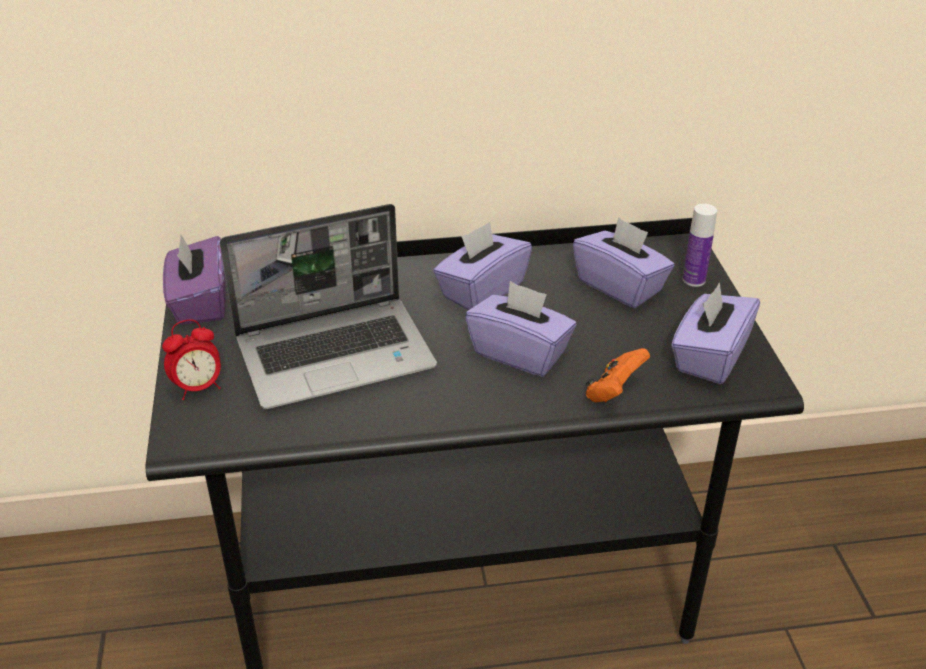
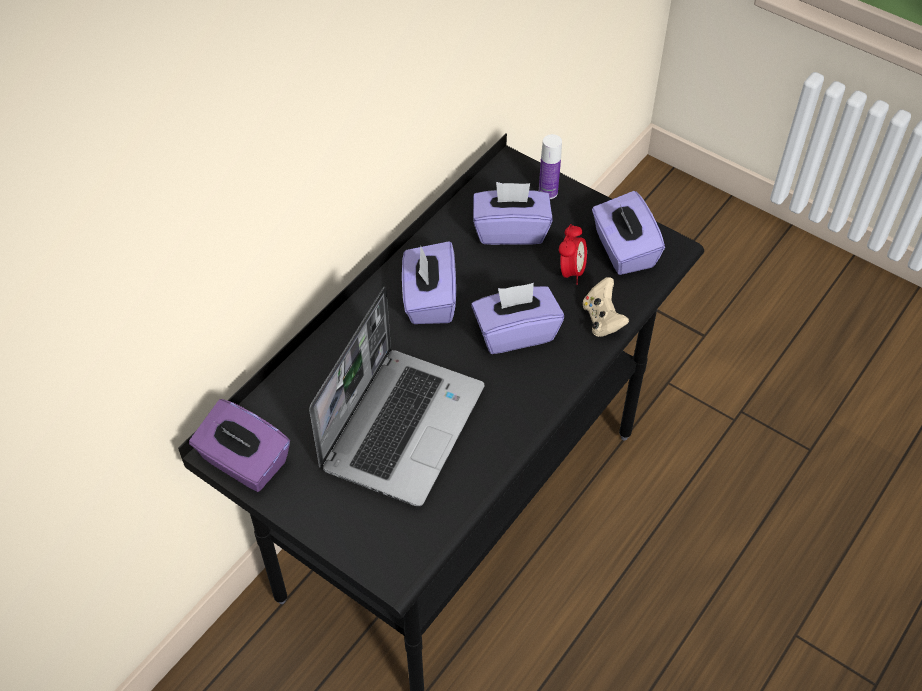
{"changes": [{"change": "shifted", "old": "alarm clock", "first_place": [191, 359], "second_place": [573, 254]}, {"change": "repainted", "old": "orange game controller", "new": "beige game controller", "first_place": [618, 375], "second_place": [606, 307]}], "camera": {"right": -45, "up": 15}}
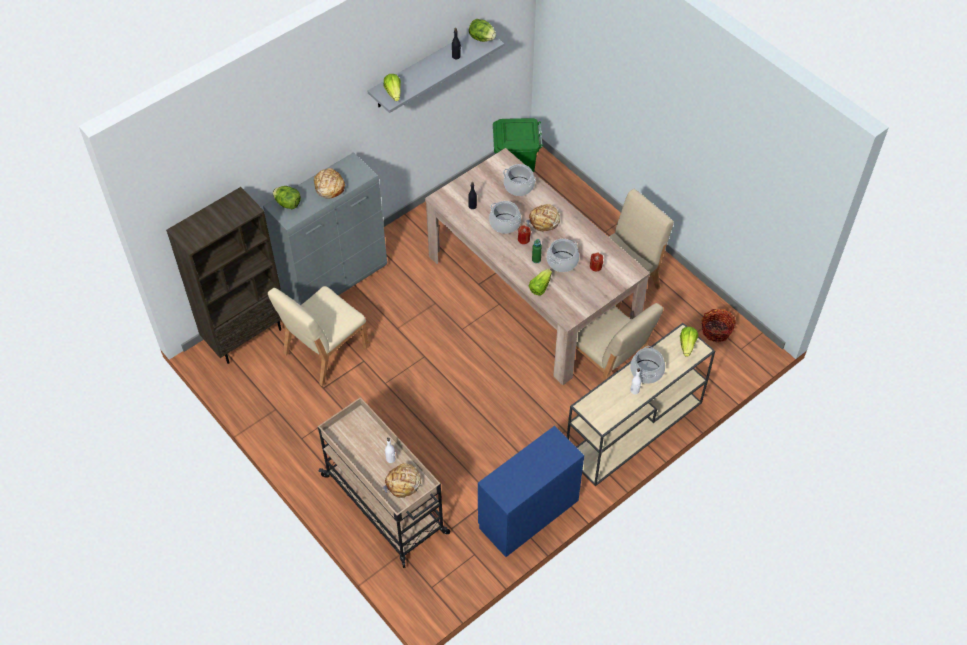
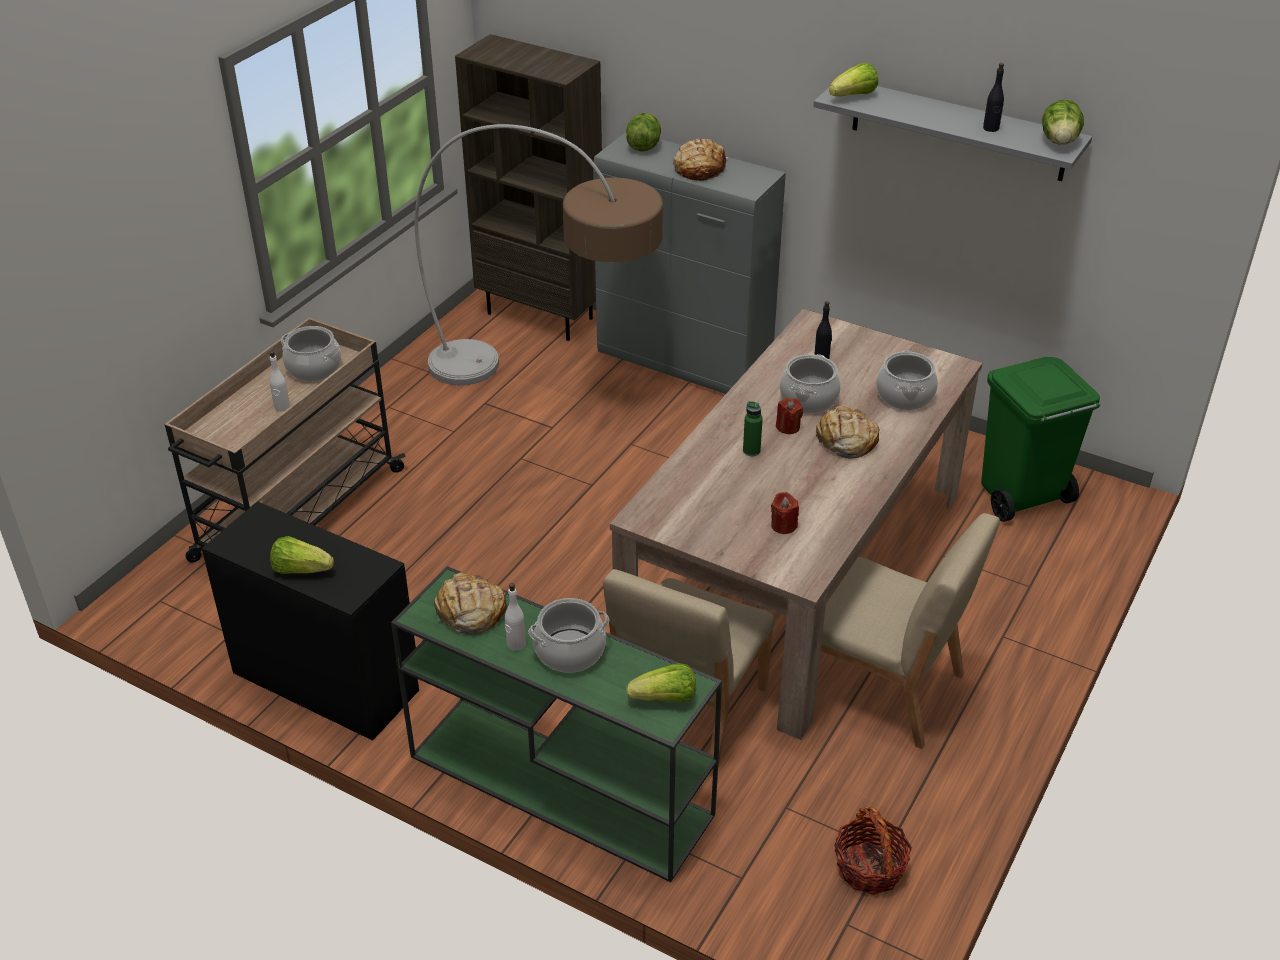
{"changes": [{"change": "swapped", "old": "beige chair", "new": "floor lamp", "first_place": [318, 336], "second_place": [539, 254]}, {"change": "shifted", "old": "bread", "first_place": [401, 481], "second_place": [470, 603]}, {"change": "repainted", "old": "blue dresser", "new": "black dresser", "first_place": [531, 491], "second_place": [310, 621]}, {"change": "shifted", "old": "lettuce", "first_place": [540, 282], "second_place": [302, 555]}, {"change": "shifted", "old": "cooking pot", "first_place": [563, 255], "second_place": [311, 354]}, {"change": "repainted", "old": "beige console table", "new": "green console table", "first_place": [641, 404], "second_place": [556, 724]}], "camera": {"right": 70, "up": -15}}
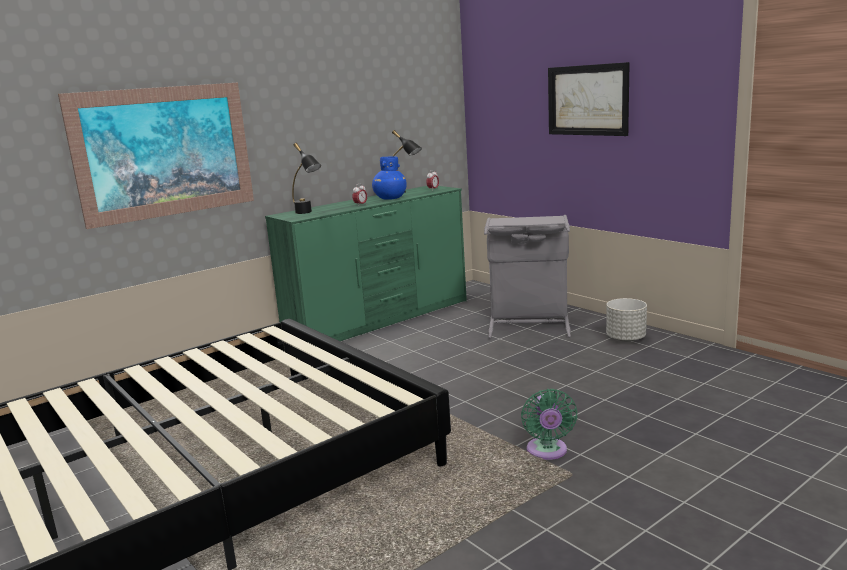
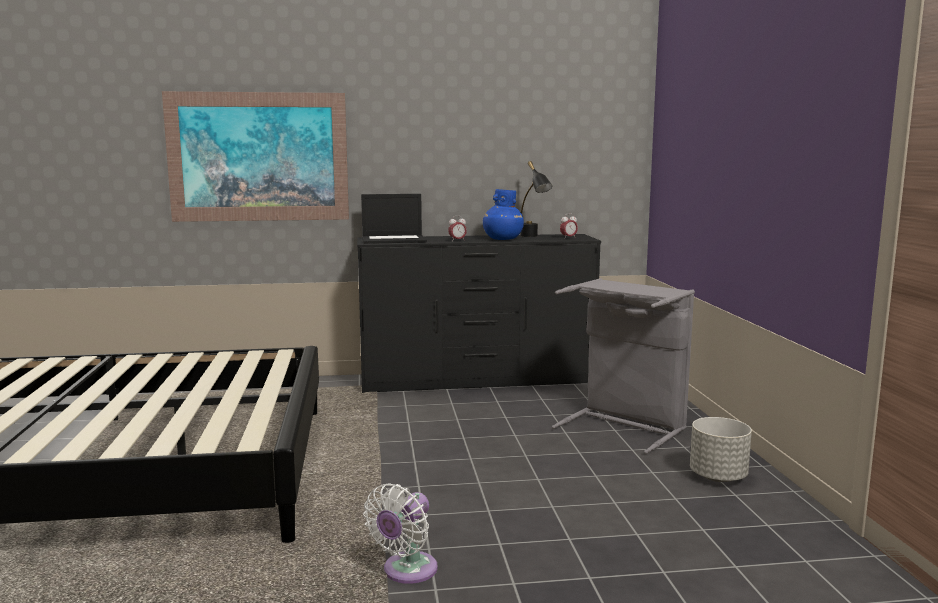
{"changes": [{"change": "repainted", "old": "green dresser", "new": "black dresser", "first_place": [366, 263], "second_place": [479, 313]}, {"change": "swapped", "old": "black table lamp", "new": "laptop", "first_place": [306, 178], "second_place": [394, 219]}, {"change": "repainted", "old": "green fan", "new": "white fan", "first_place": [549, 424], "second_place": [400, 533]}, {"change": "gone", "old": "picture", "first_place": [589, 99]}], "camera": {"right": 30, "up": -5}}
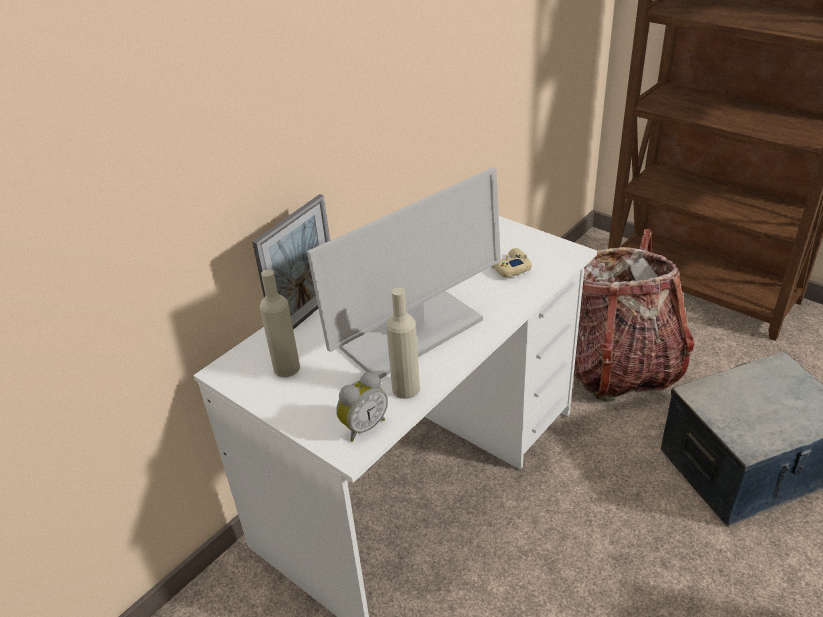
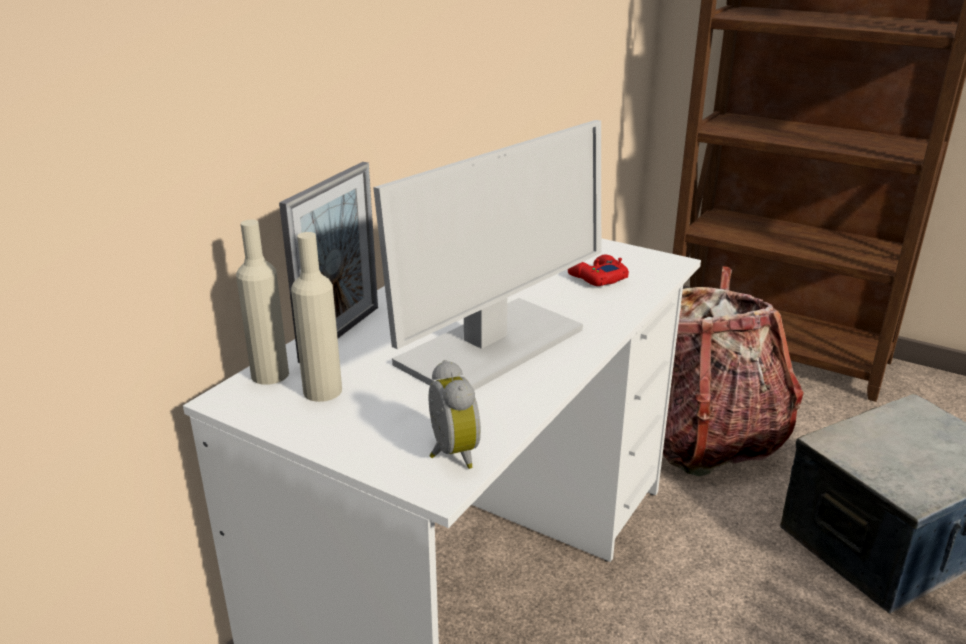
{"changes": [{"change": "rotated", "old": "alarm clock", "first_place": [362, 407], "second_place": [454, 414], "degrees": -60}, {"change": "shifted", "old": "beige bottle", "first_place": [403, 343], "second_place": [262, 302]}, {"change": "repainted", "old": "beige game controller", "new": "red game controller", "first_place": [511, 262], "second_place": [598, 270]}], "camera": {"right": -10, "up": -10}}
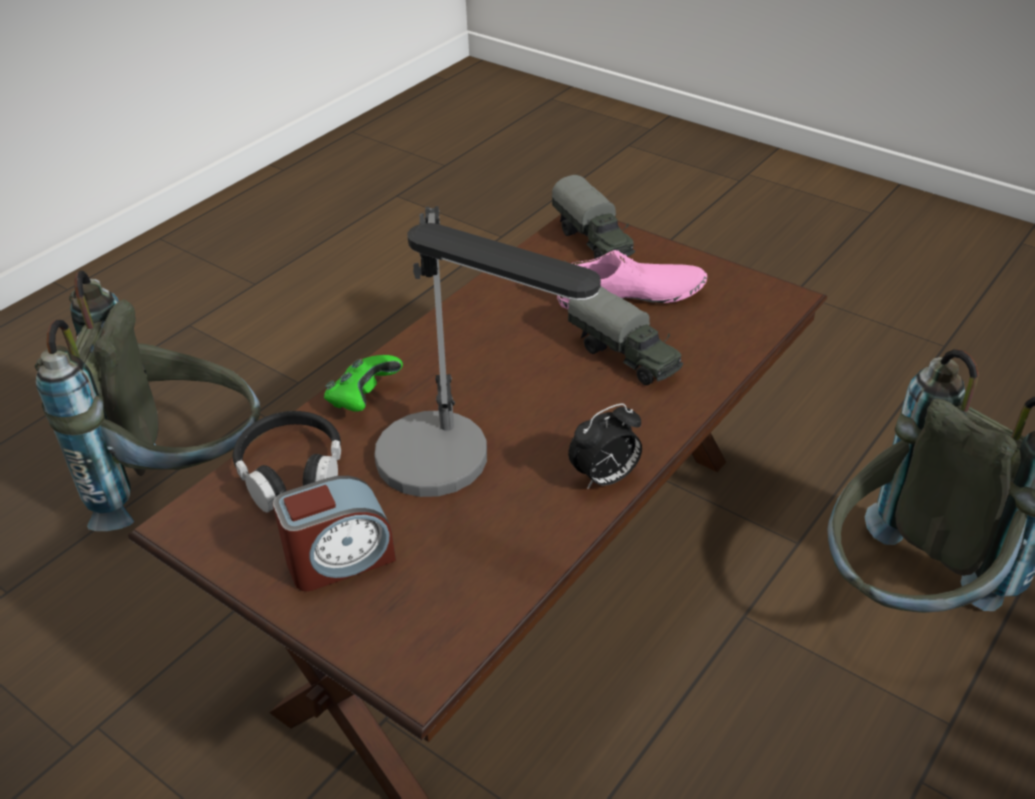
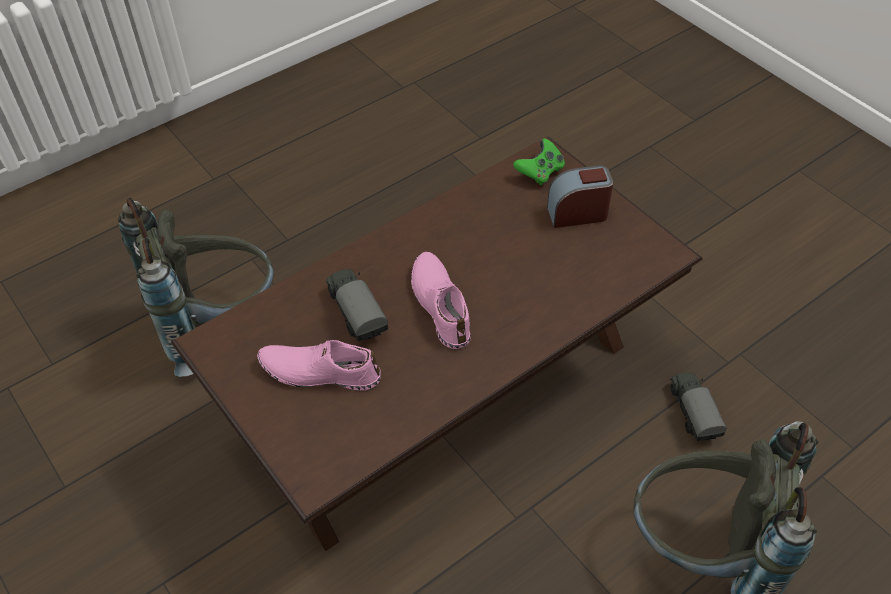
{"changes": [{"change": "gone", "old": "black headphones", "first_place": [287, 461]}, {"change": "shifted", "old": "green game controller", "first_place": [363, 383], "second_place": [539, 161]}, {"change": "gone", "old": "table lamp", "first_place": [487, 351]}, {"change": "shifted", "old": "toy truck", "first_place": [593, 217], "second_place": [698, 406]}, {"change": "gone", "old": "alarm clock", "first_place": [605, 446]}, {"change": "new", "new": "pink shoe", "second_place": [441, 300]}], "camera": {"right": -165, "up": 10}}
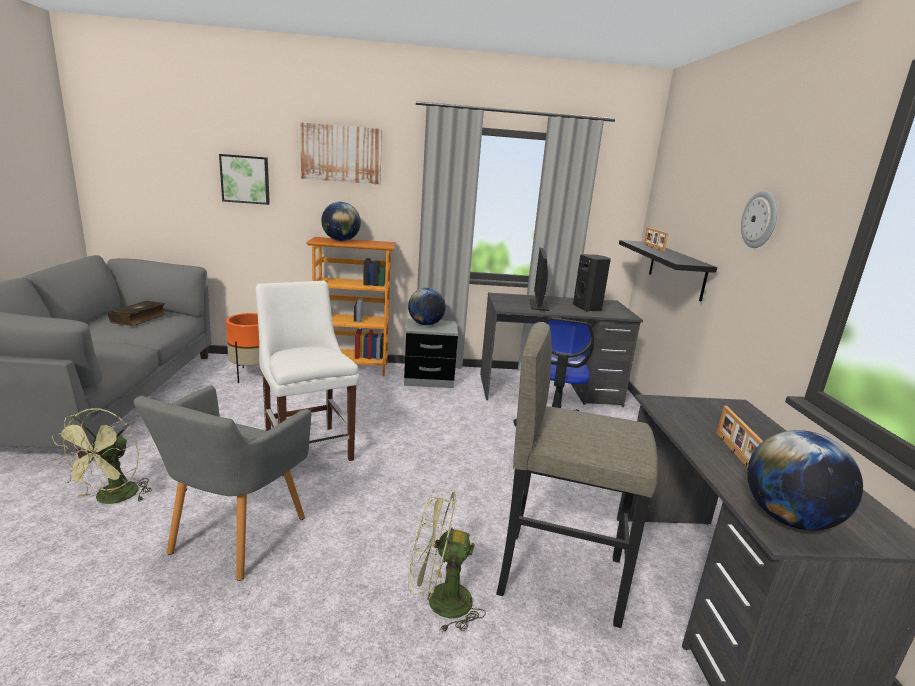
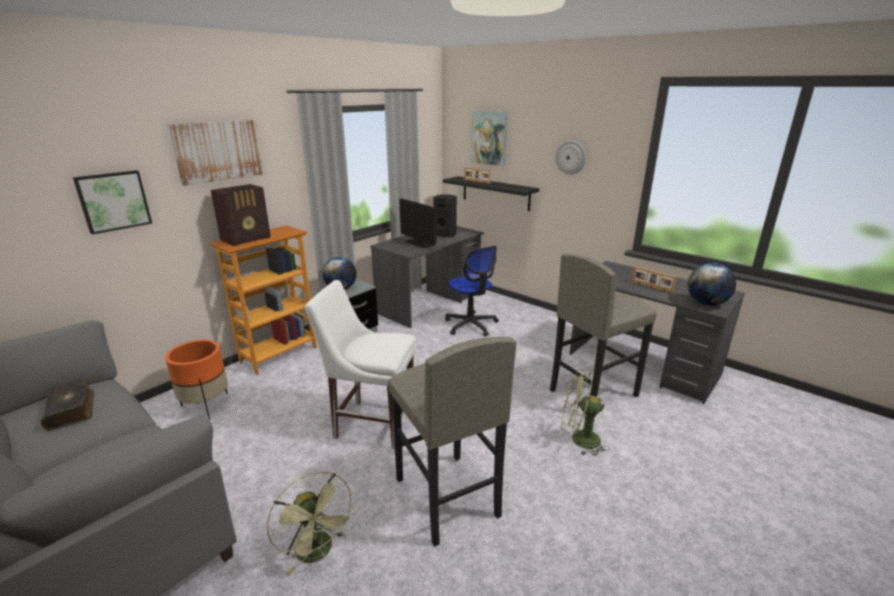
{"changes": [{"change": "swapped", "old": "grey armchair", "new": "grey stool", "first_place": [222, 483], "second_place": [452, 442]}, {"change": "swapped", "old": "globe", "new": "radio", "first_place": [341, 221], "second_place": [241, 215]}, {"change": "rotated", "old": "green fan", "first_place": [447, 560], "second_place": [585, 412], "degrees": 60}, {"change": "new", "new": "picture", "second_place": [489, 138]}], "camera": {"right": -45, "up": 5}}
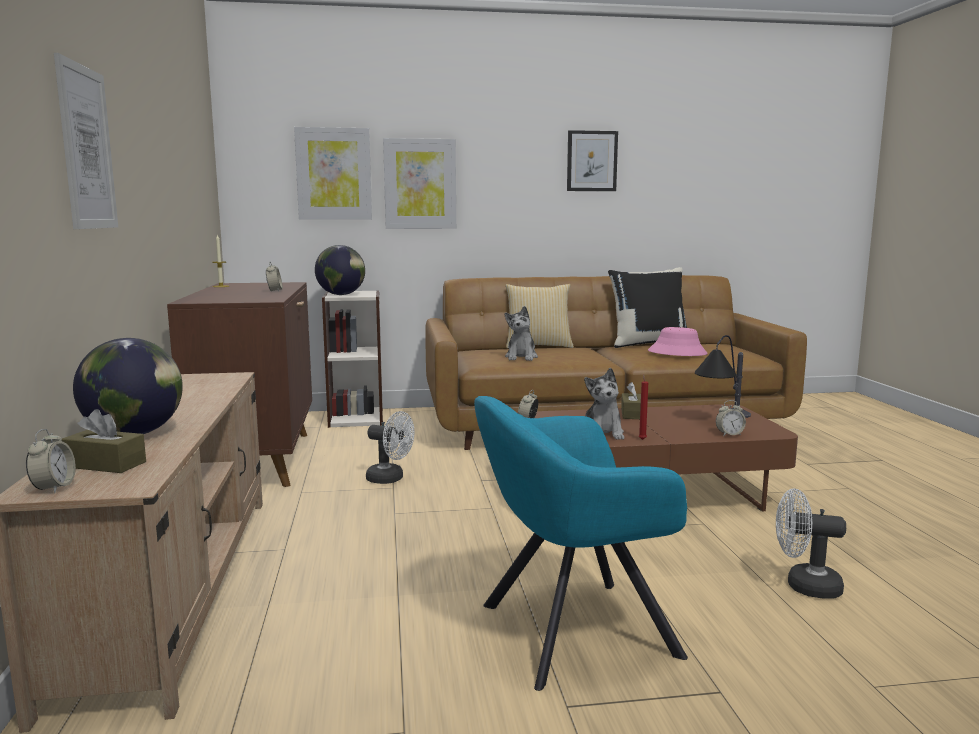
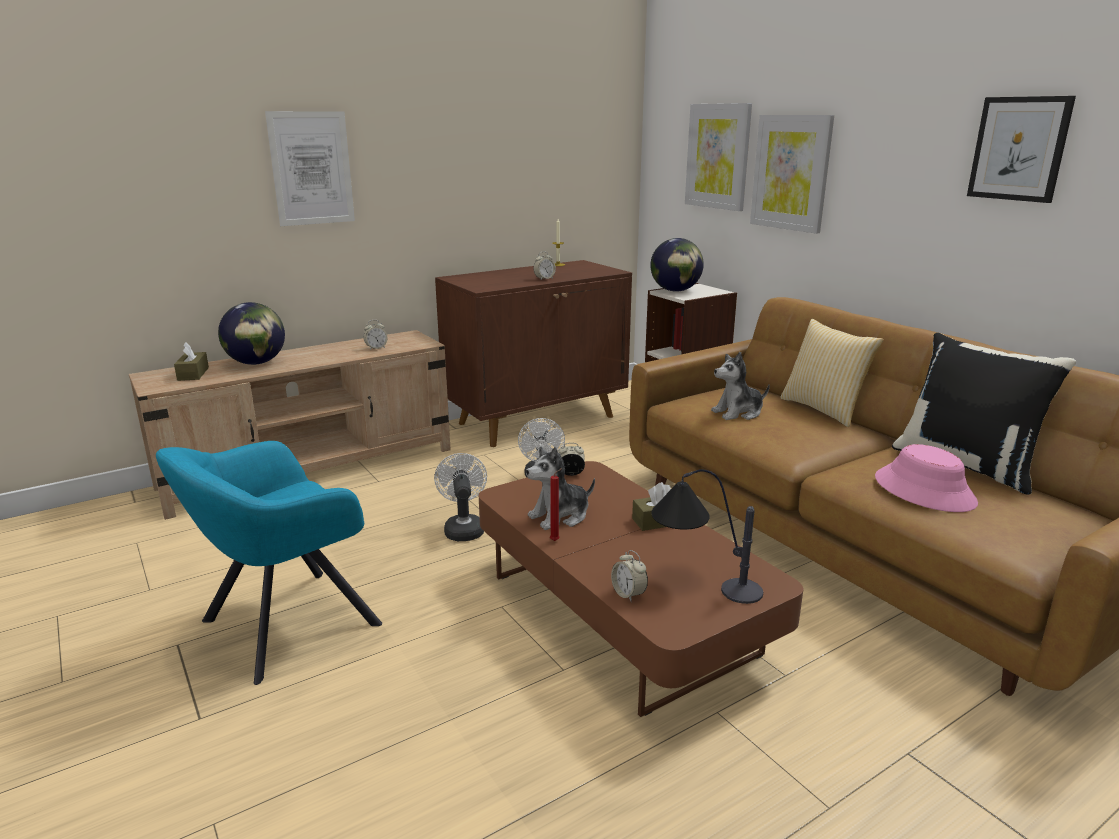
{"changes": [{"change": "shifted", "old": "alarm clock", "first_place": [51, 461], "second_place": [375, 335]}, {"change": "rotated", "old": "turquoise armchair", "first_place": [581, 543], "second_place": [269, 563], "degrees": -90}, {"change": "shifted", "old": "white fan", "first_place": [811, 543], "second_place": [460, 497]}], "camera": {"right": 65, "up": 10}}
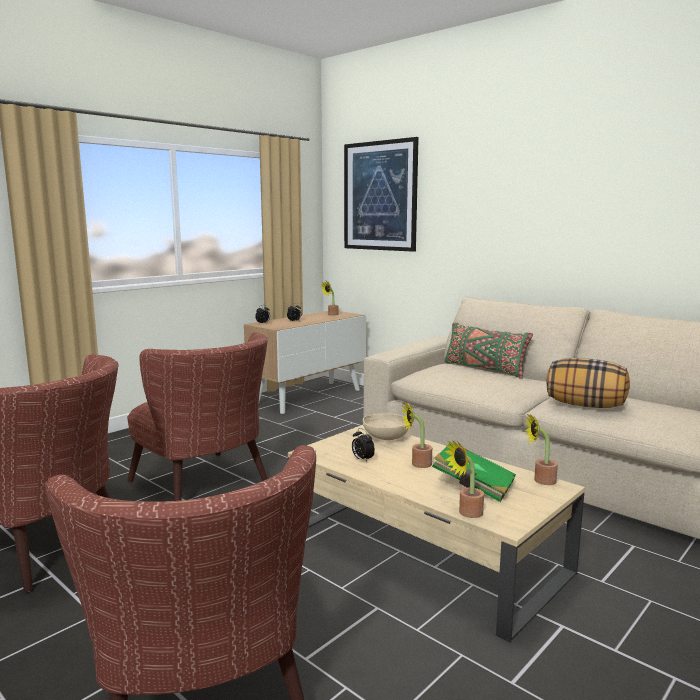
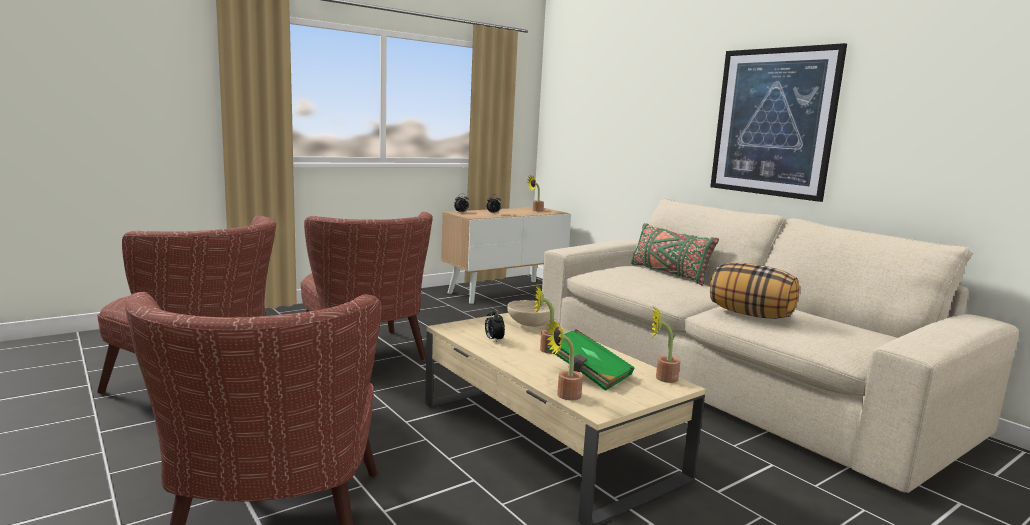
{"changes": [{"change": "shifted", "old": "picture", "first_place": [381, 194], "second_place": [778, 122]}], "camera": {"right": 10, "up": 0}}
